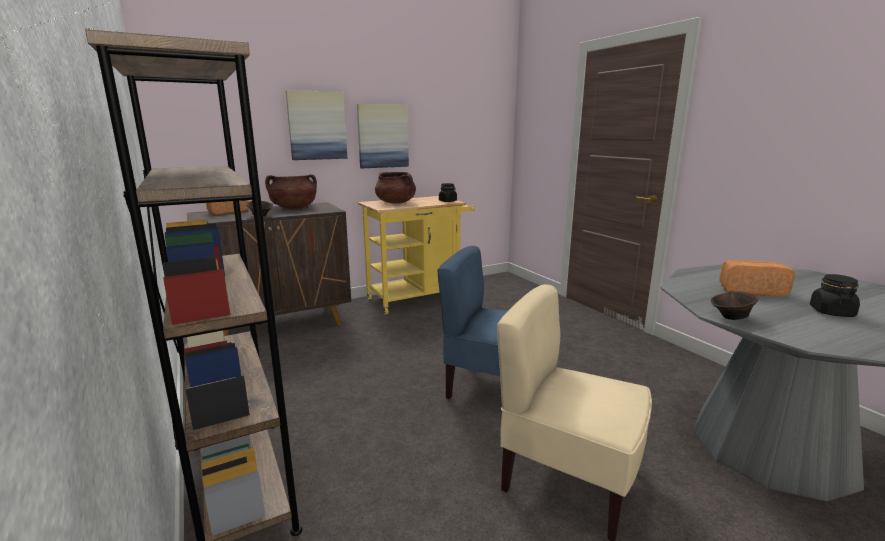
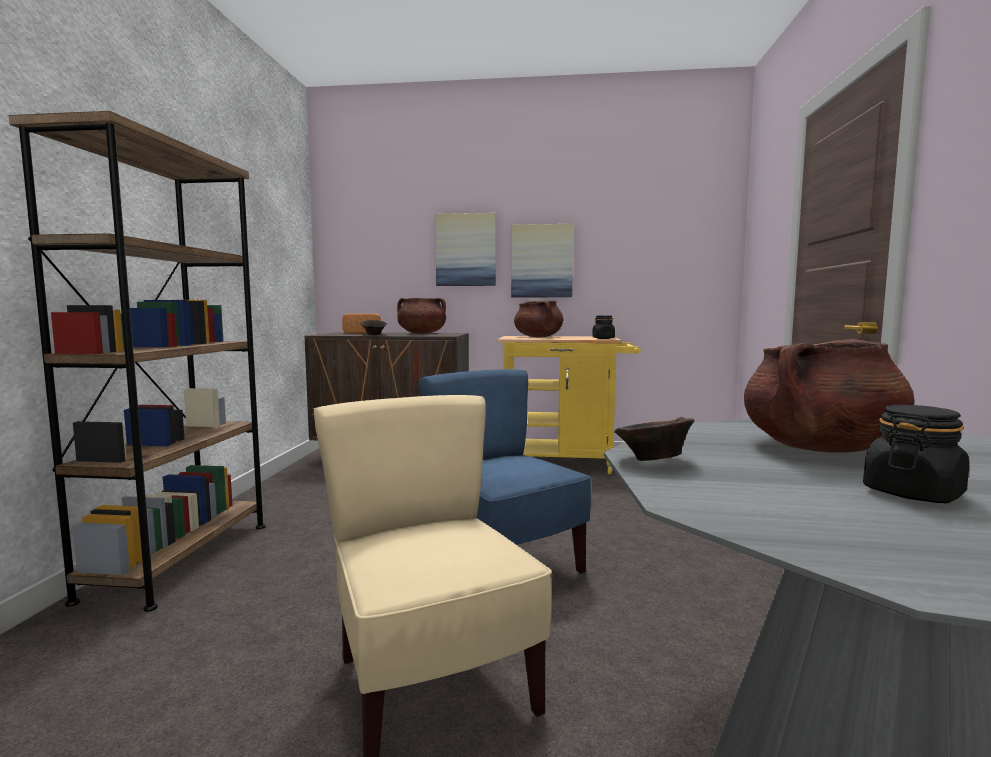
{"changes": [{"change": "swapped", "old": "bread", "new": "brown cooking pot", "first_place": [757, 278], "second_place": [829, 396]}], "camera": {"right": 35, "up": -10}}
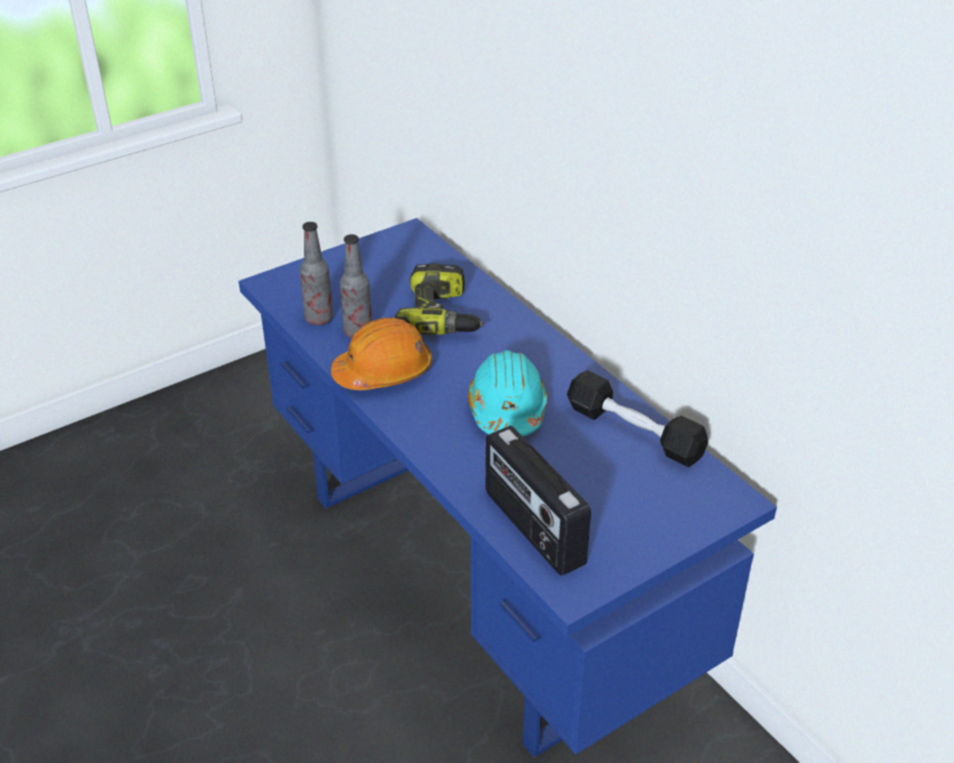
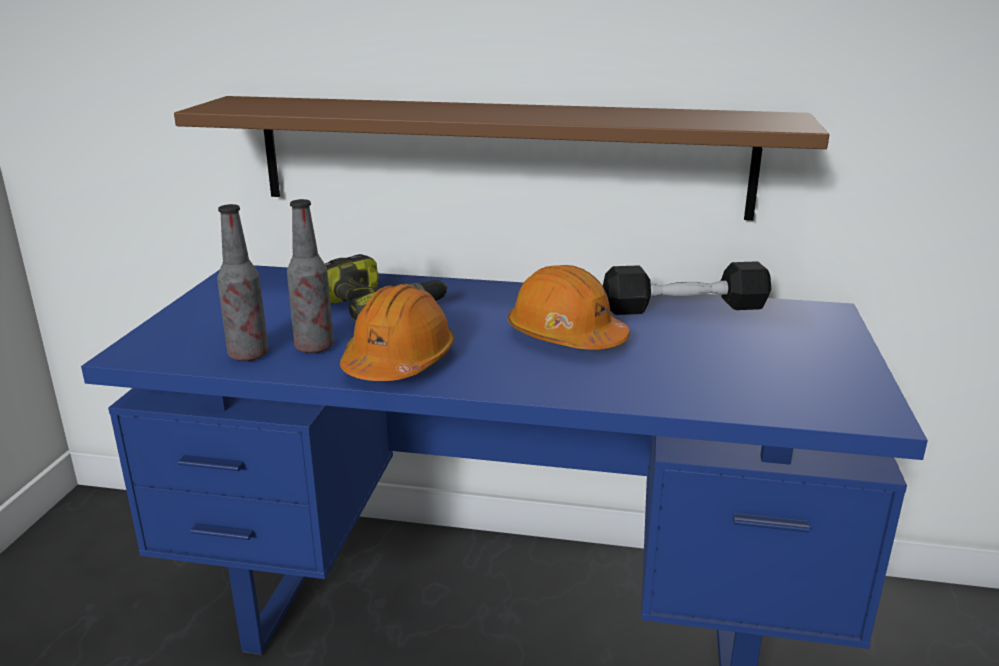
{"changes": [{"change": "repainted", "old": "turquoise hard hat", "new": "orange hard hat", "first_place": [508, 393], "second_place": [568, 307]}, {"change": "gone", "old": "radio", "first_place": [538, 501]}, {"change": "new", "new": "brown shelf", "second_place": [501, 158]}], "camera": {"right": -45, "up": -15}}
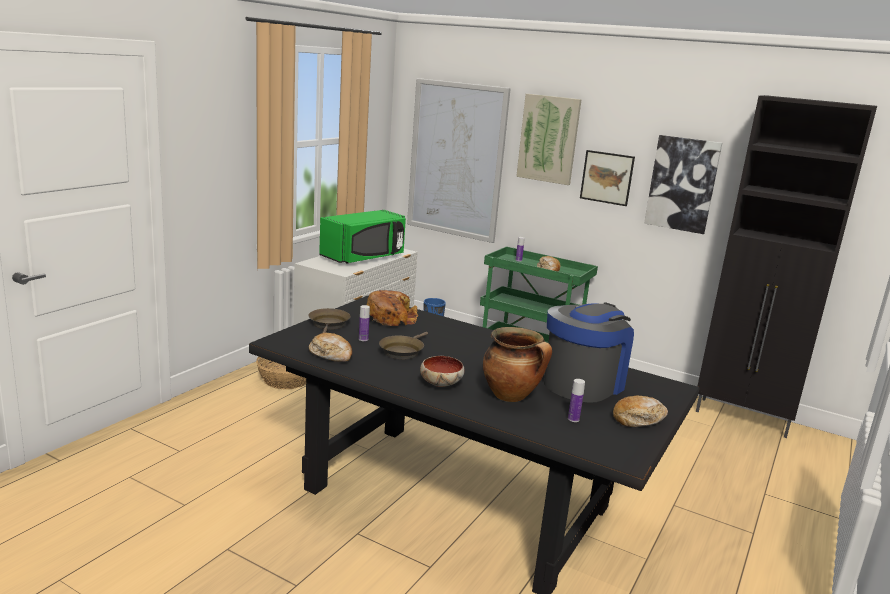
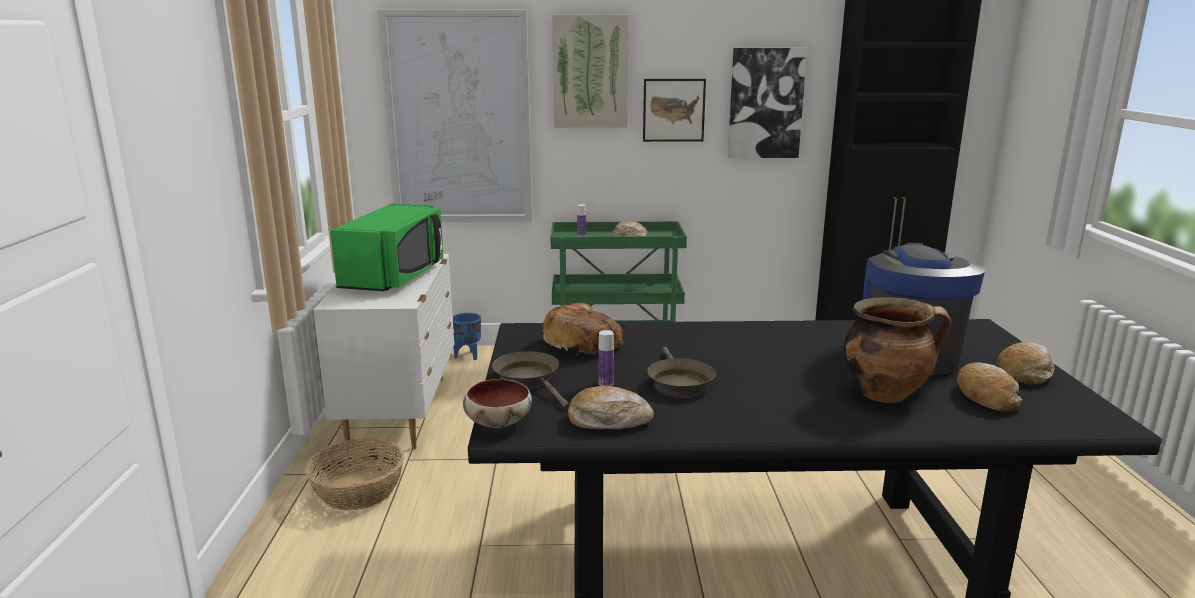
{"changes": [{"change": "shifted", "old": "bowl", "first_place": [442, 371], "second_place": [497, 403]}, {"change": "swapped", "old": "bottle", "new": "bread", "first_place": [576, 400], "second_place": [989, 387]}], "camera": {"right": -30, "up": 0}}
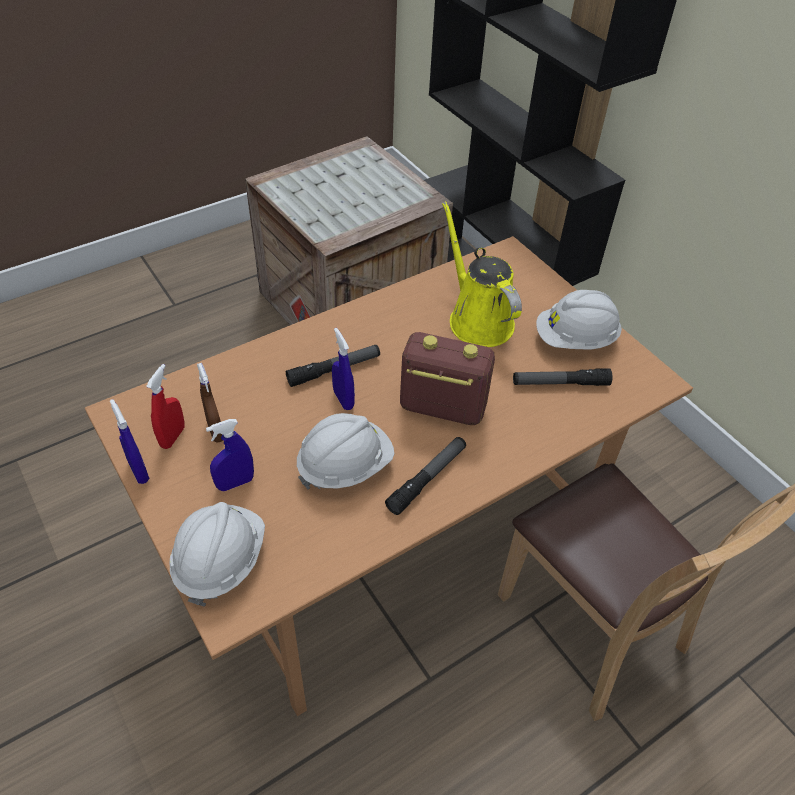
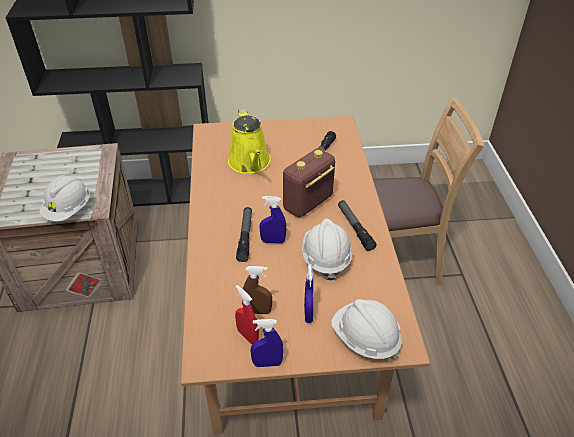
{"changes": [{"change": "rotated", "old": "yellow watering can", "first_place": [482, 274], "second_place": [249, 141], "degrees": -105}, {"change": "shifted", "old": "white hard hat", "first_place": [579, 320], "second_place": [64, 198]}], "camera": {"right": -60, "up": -5}}
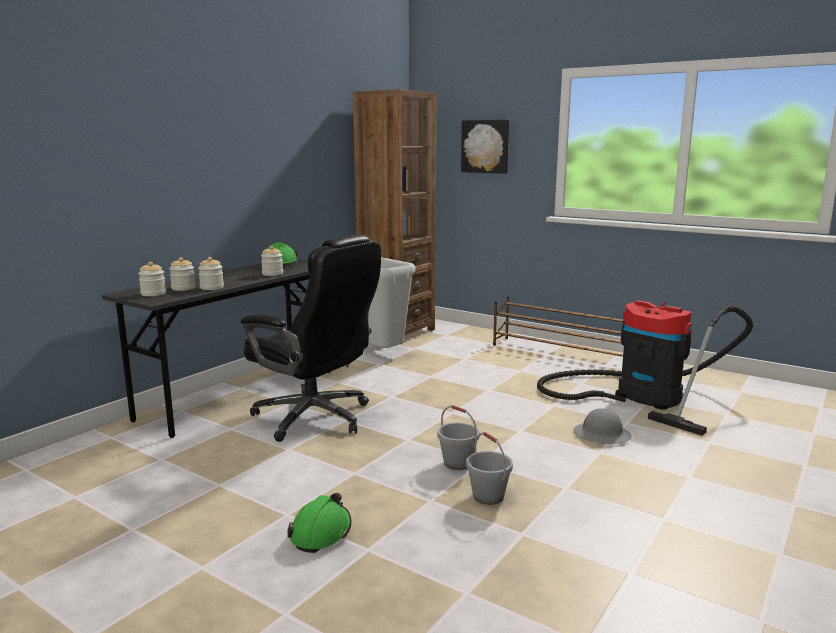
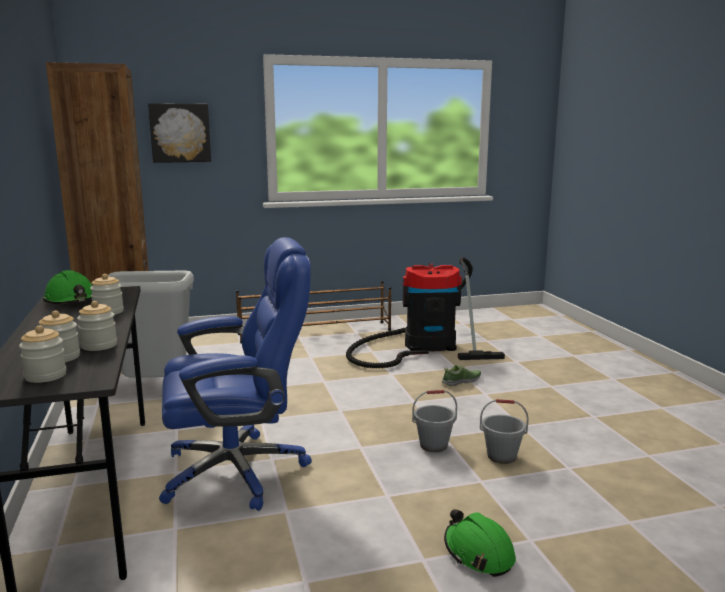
{"changes": [{"change": "repainted", "old": "black office chair", "new": "blue office chair", "first_place": [311, 338], "second_place": [235, 374]}, {"change": "swapped", "old": "grey hard hat", "new": "shoe", "first_place": [603, 426], "second_place": [461, 375]}], "camera": {"right": -50, "up": 0}}
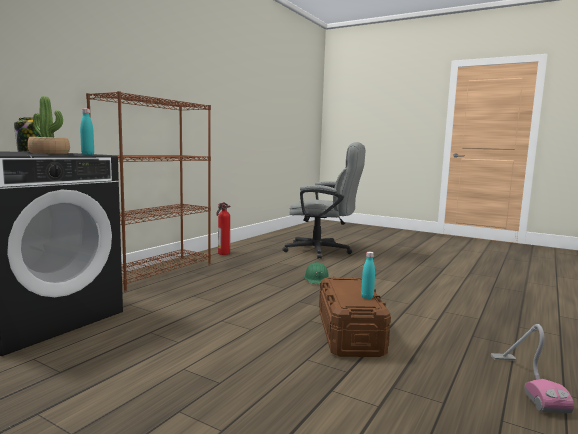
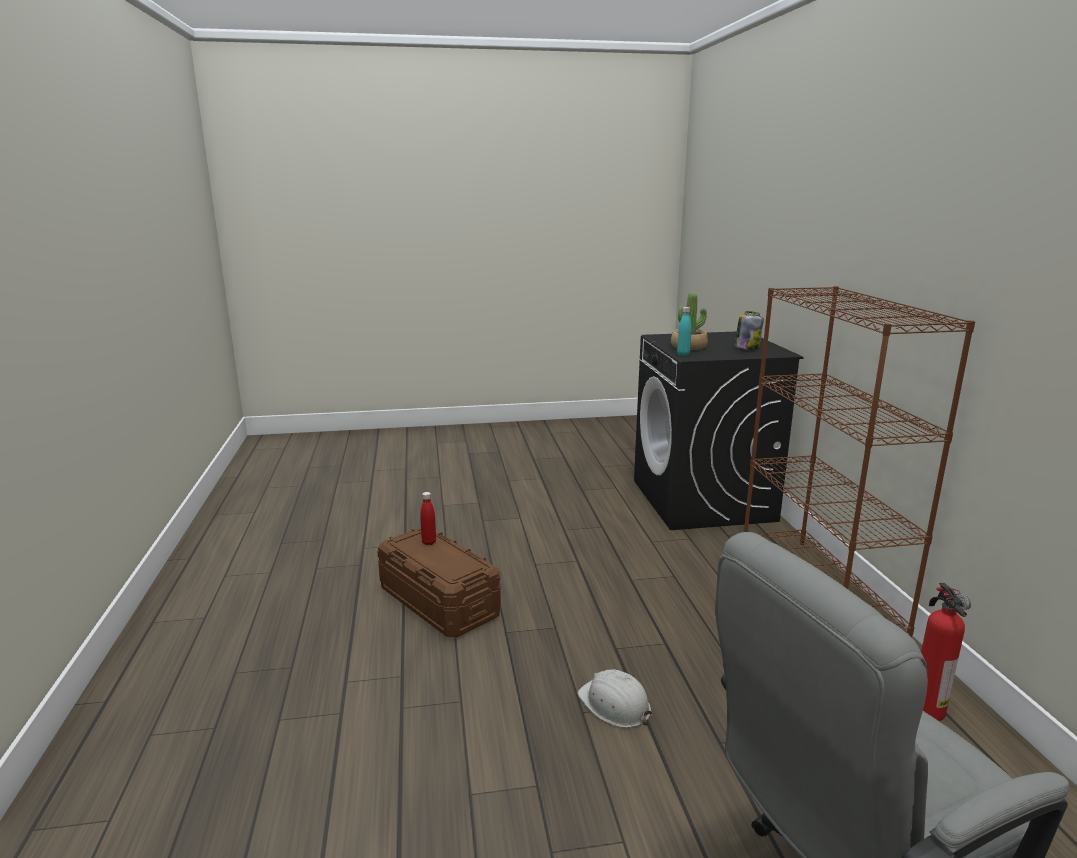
{"changes": [{"change": "repainted", "old": "green hard hat", "new": "white hard hat", "first_place": [316, 273], "second_place": [615, 698]}, {"change": "gone", "old": "turquoise bottle", "first_place": [368, 275]}, {"change": "gone", "old": "vacuum cleaner", "first_place": [532, 368]}, {"change": "new", "new": "red bottle", "second_place": [428, 518]}], "camera": {"right": 140, "up": 10}}
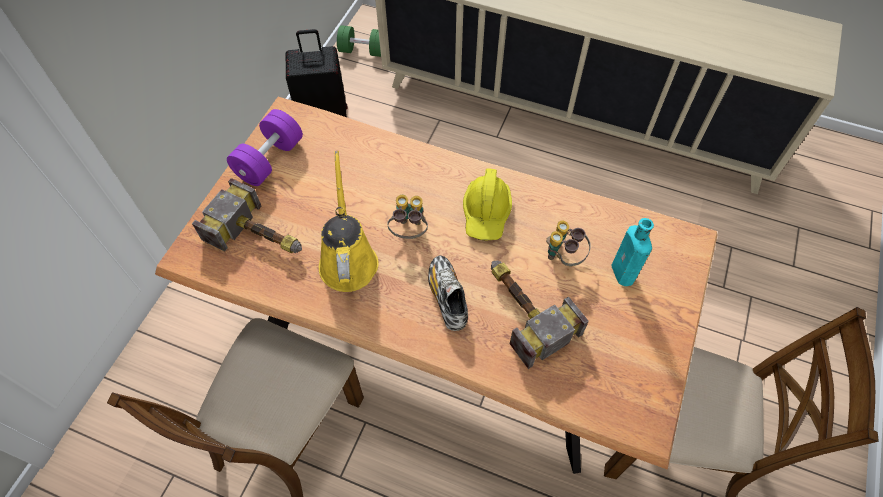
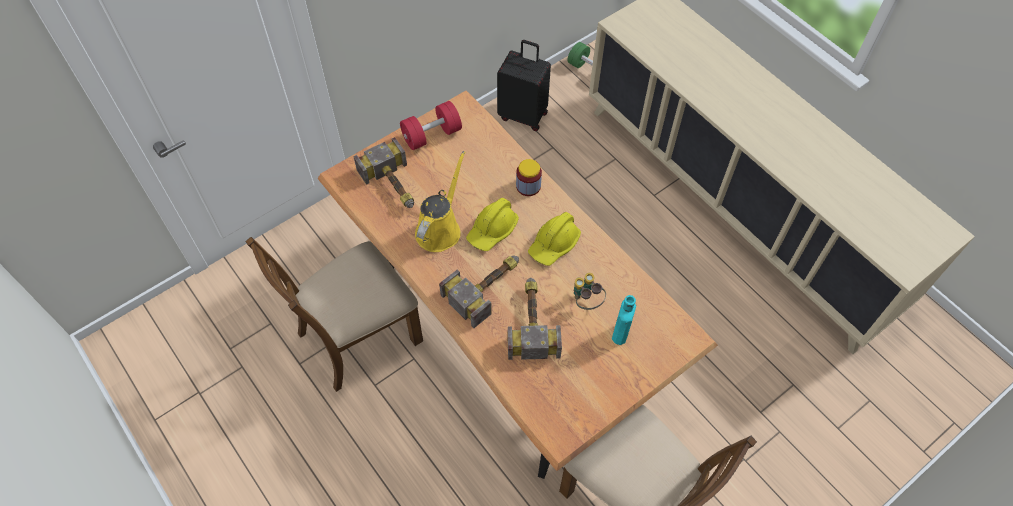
{"changes": [{"change": "repainted", "old": "purple dumbbell", "new": "red dumbbell", "first_place": [265, 147], "second_place": [431, 125]}, {"change": "swapped", "old": "binoculars", "new": "yellow hard hat", "first_place": [407, 217], "second_place": [492, 224]}, {"change": "swapped", "old": "shoe", "new": "hammer", "first_place": [448, 293], "second_place": [479, 291]}, {"change": "new", "new": "jar", "second_place": [529, 177]}], "camera": {"right": 30, "up": 0}}
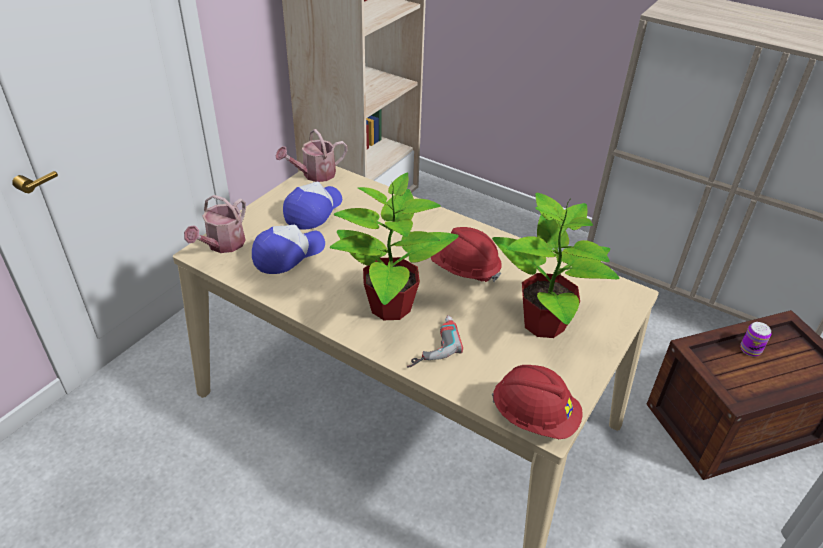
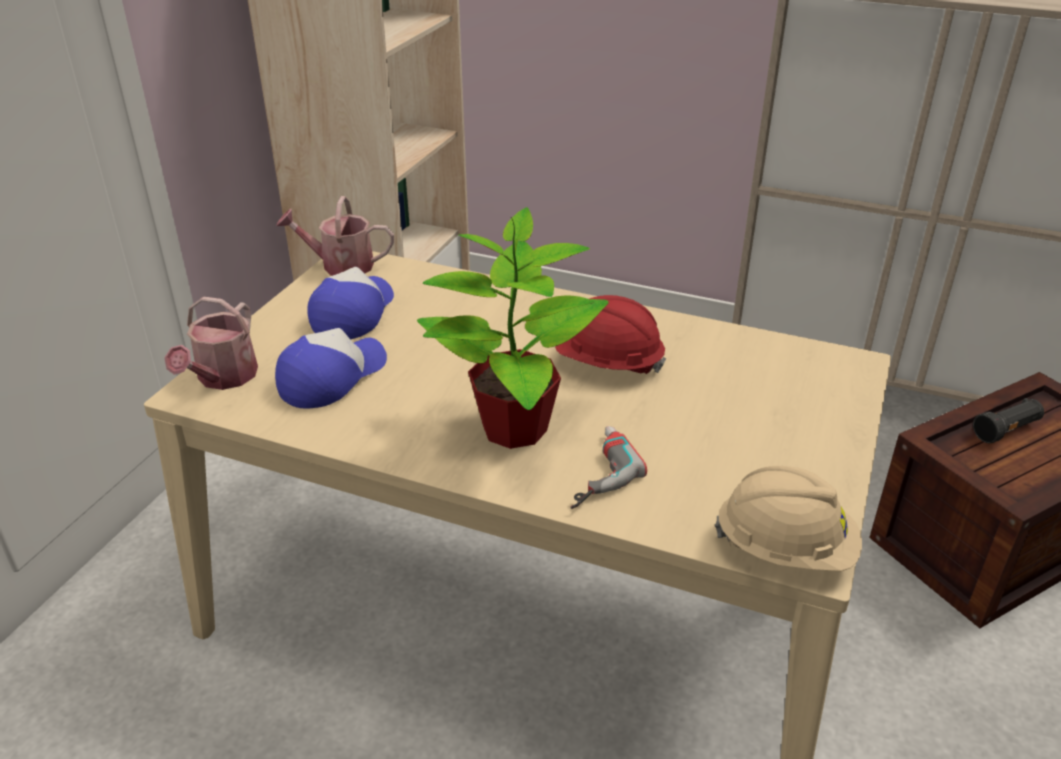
{"changes": [{"change": "rotated", "old": "watering can", "first_place": [312, 155], "second_place": [335, 236], "degrees": 45}, {"change": "gone", "old": "potted plant", "first_place": [556, 265]}, {"change": "repainted", "old": "red hard hat", "new": "beige hard hat", "first_place": [537, 402], "second_place": [788, 518]}, {"change": "swapped", "old": "can", "new": "black flashlight", "first_place": [755, 339], "second_place": [1008, 420]}], "camera": {"right": -10, "up": -5}}
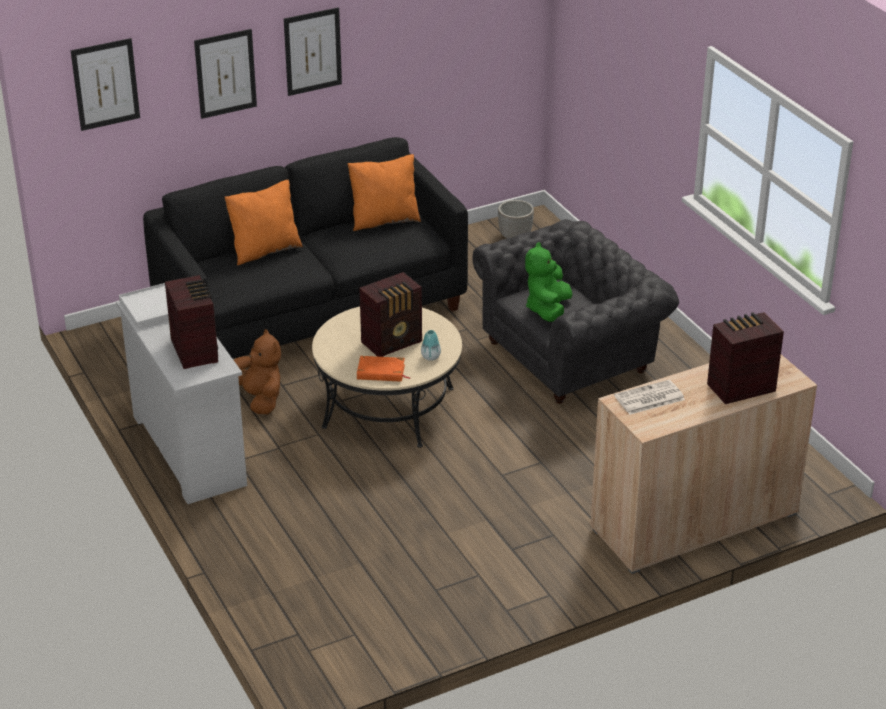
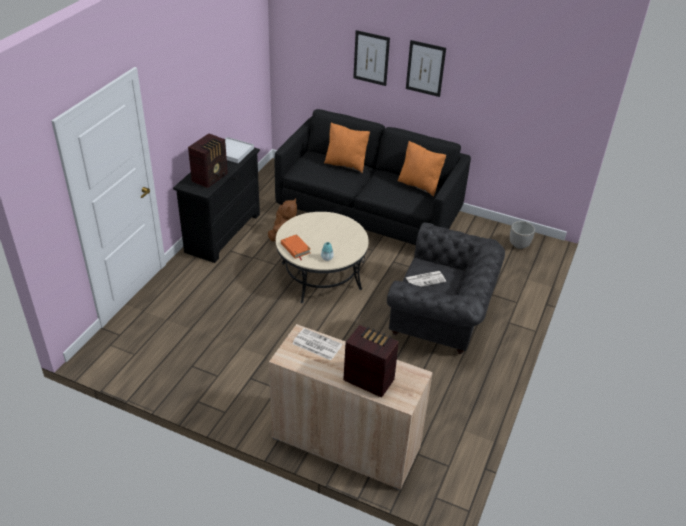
{"changes": [{"change": "gone", "old": "picture", "first_place": [105, 84]}, {"change": "repainted", "old": "white dresser", "new": "black dresser", "first_place": [181, 402], "second_place": [216, 205]}, {"change": "gone", "old": "radio", "first_place": [390, 314]}, {"change": "swapped", "old": "green plush toy", "new": "newspaper", "first_place": [549, 282], "second_place": [426, 279]}], "camera": {"right": 50, "up": 5}}
